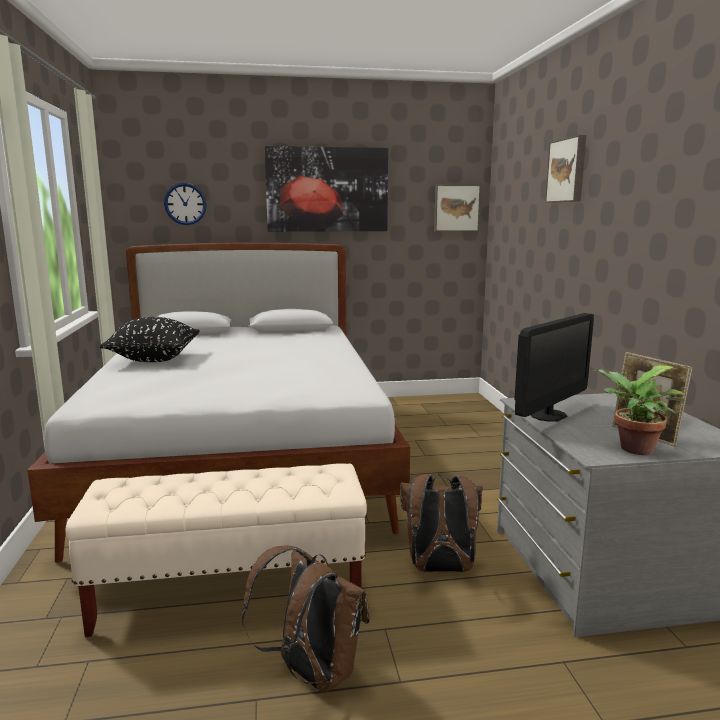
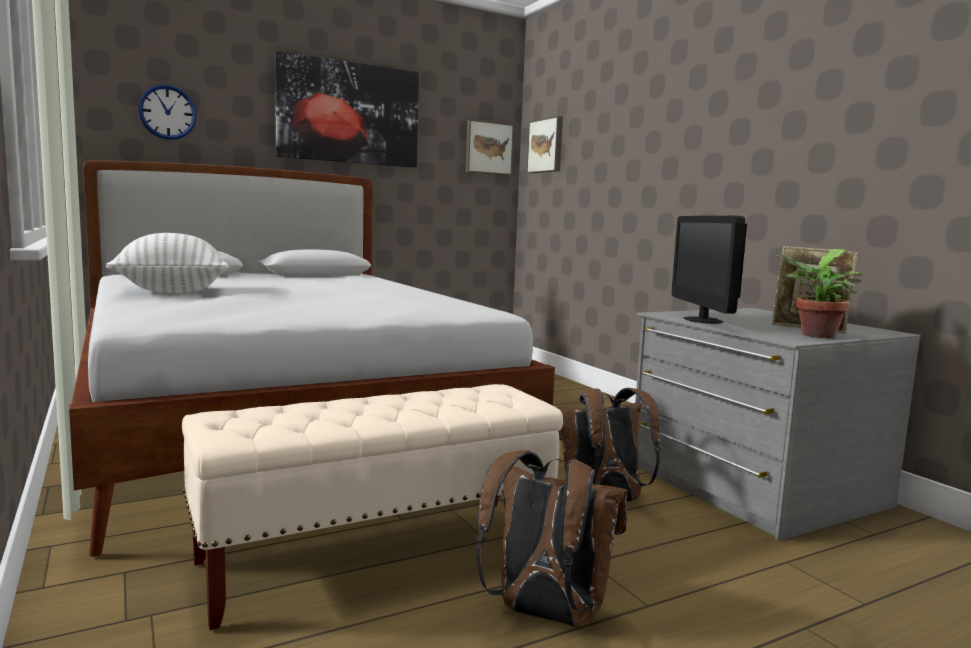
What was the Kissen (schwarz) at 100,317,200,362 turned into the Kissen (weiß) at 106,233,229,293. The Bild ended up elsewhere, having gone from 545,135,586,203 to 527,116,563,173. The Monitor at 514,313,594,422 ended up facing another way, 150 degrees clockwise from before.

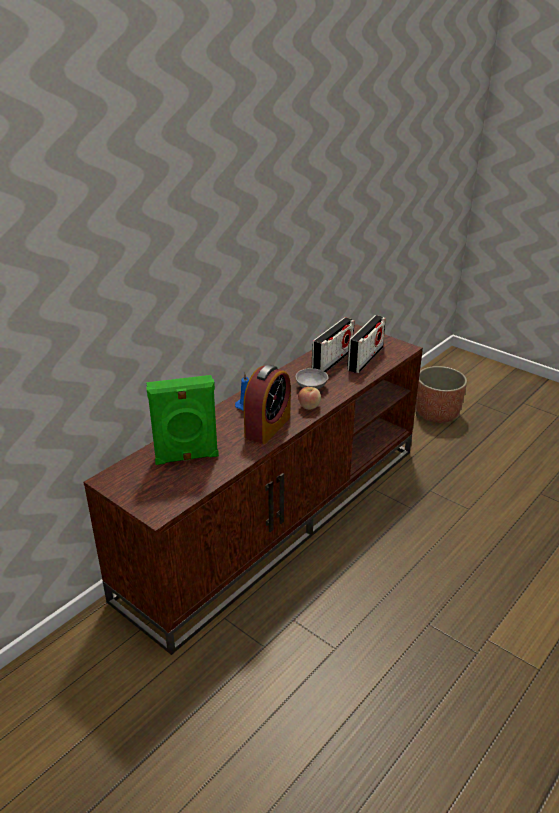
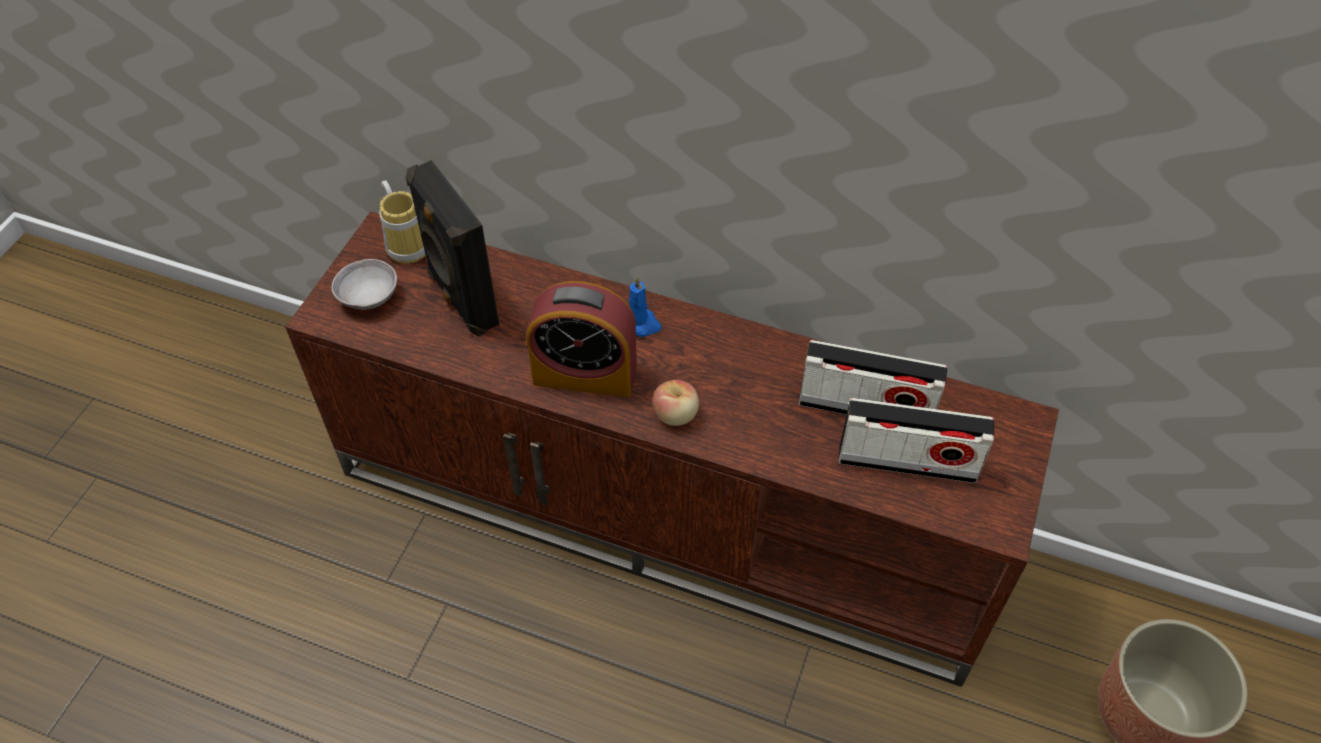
The Schüssel (grau) ended up elsewhere, having gone from 296,368,328,389 to 331,259,397,310. The second view gained the Henkelbecher at 379,180,426,263. What was the Lautsprecher (grün) at 146,375,219,465 turned into the Lautsprecher (schwarz) at 406,160,499,337.

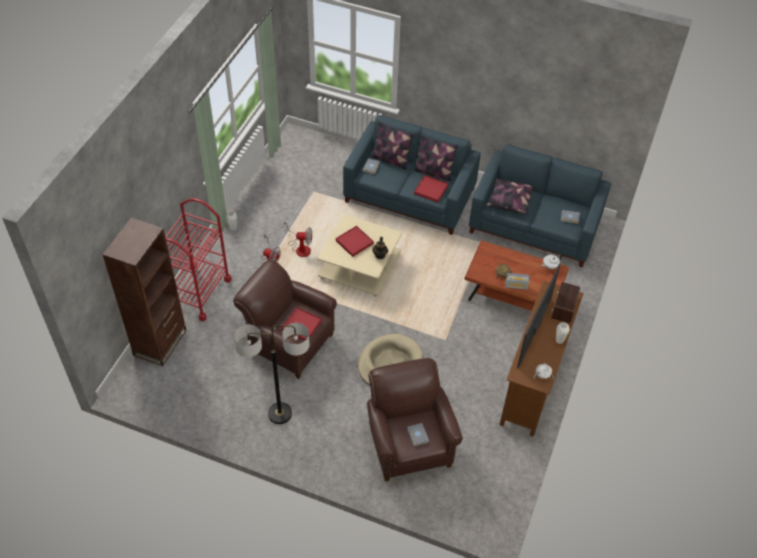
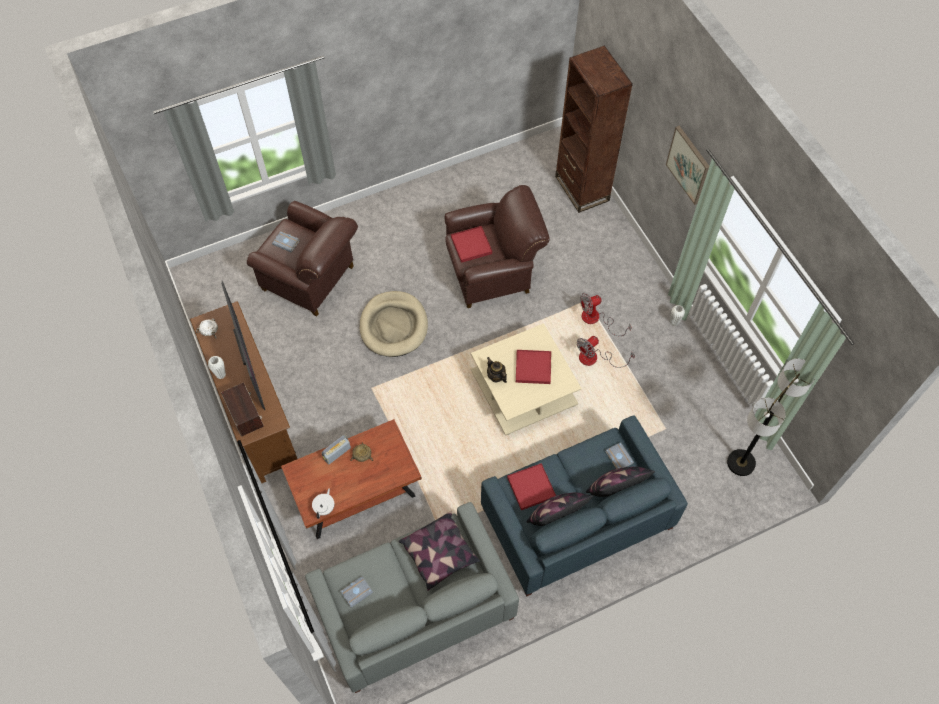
What was the Sofa (blau) at 469,144,611,267 turned into the Sofa (grau) at 305,502,519,693. The second view gained the Bild at 666,126,709,205. The Stehlampe ended up elsewhere, having gone from 234,323,310,424 to 727,359,815,476. The second view lost the Rollwagen (rot) at 166,198,232,321.

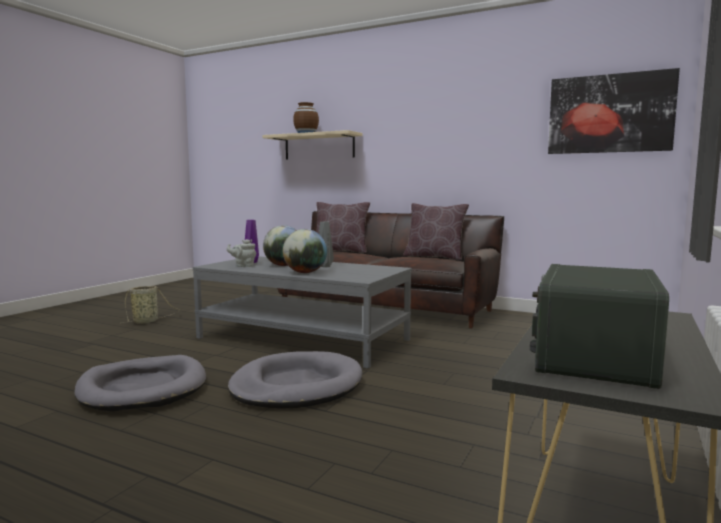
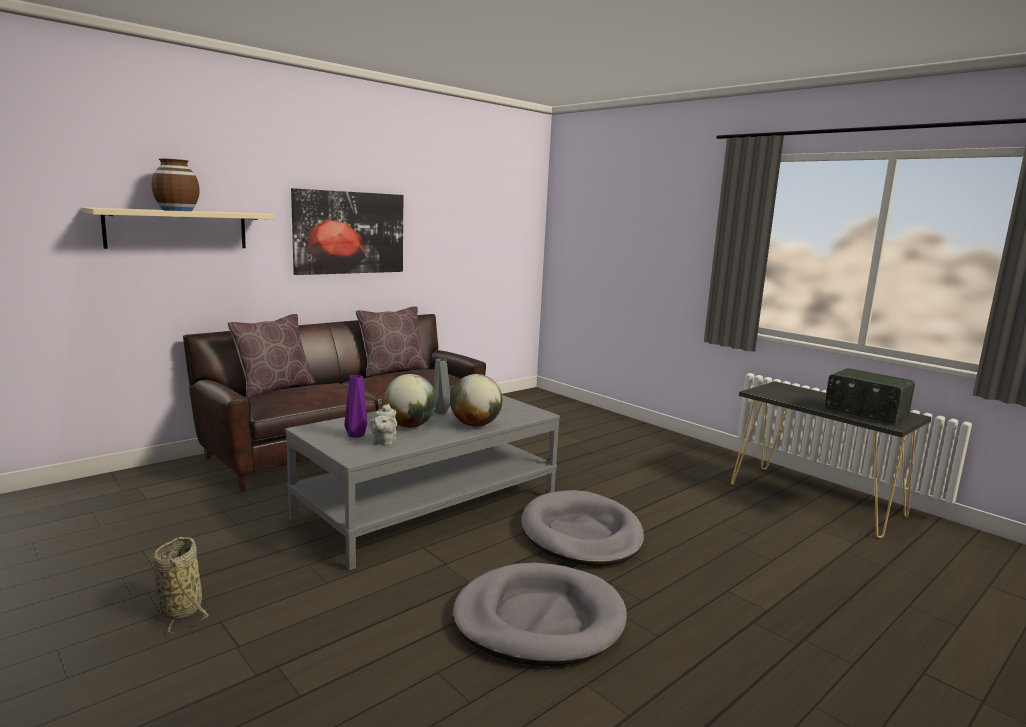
The Bild ended up elsewhere, having gone from 548,68,680,154 to 291,188,403,275.

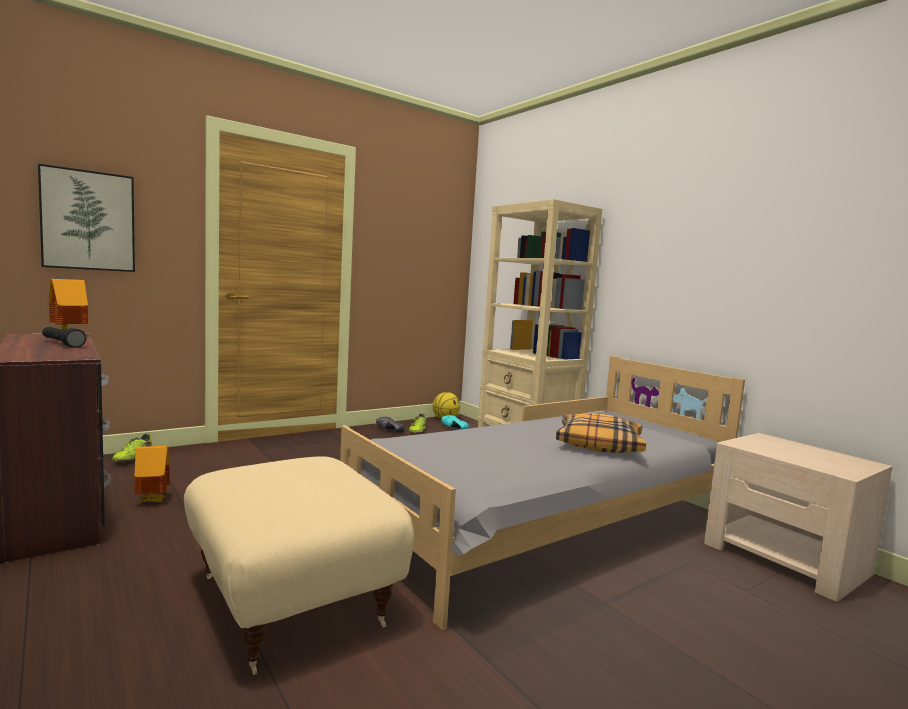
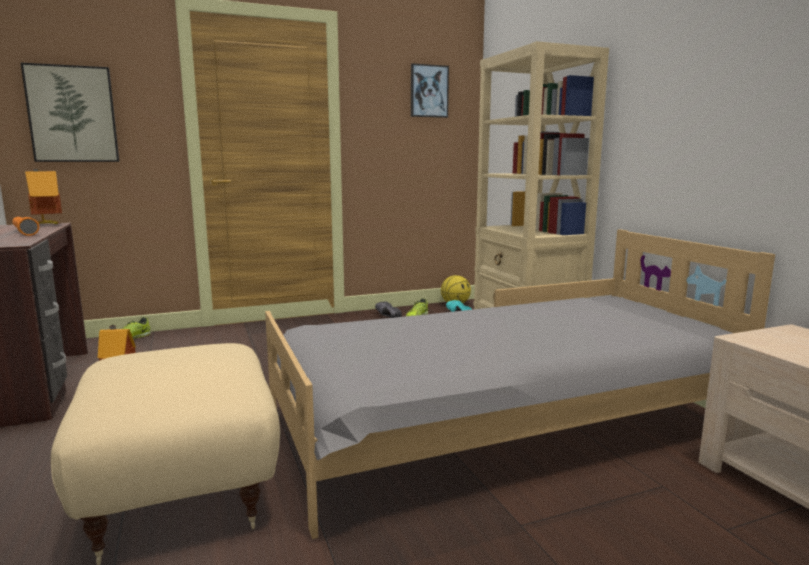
What was the Taschenlampe (schwarz) at 42,327,86,348 turned into the Taschenlampe (orange) at 12,217,39,236. The second view gained the Bild at 411,63,449,118. The second view lost the Kissen at 556,413,646,453.

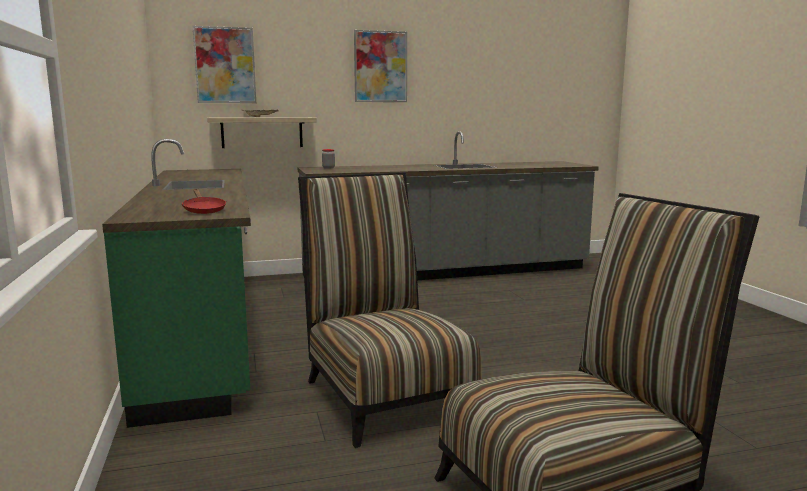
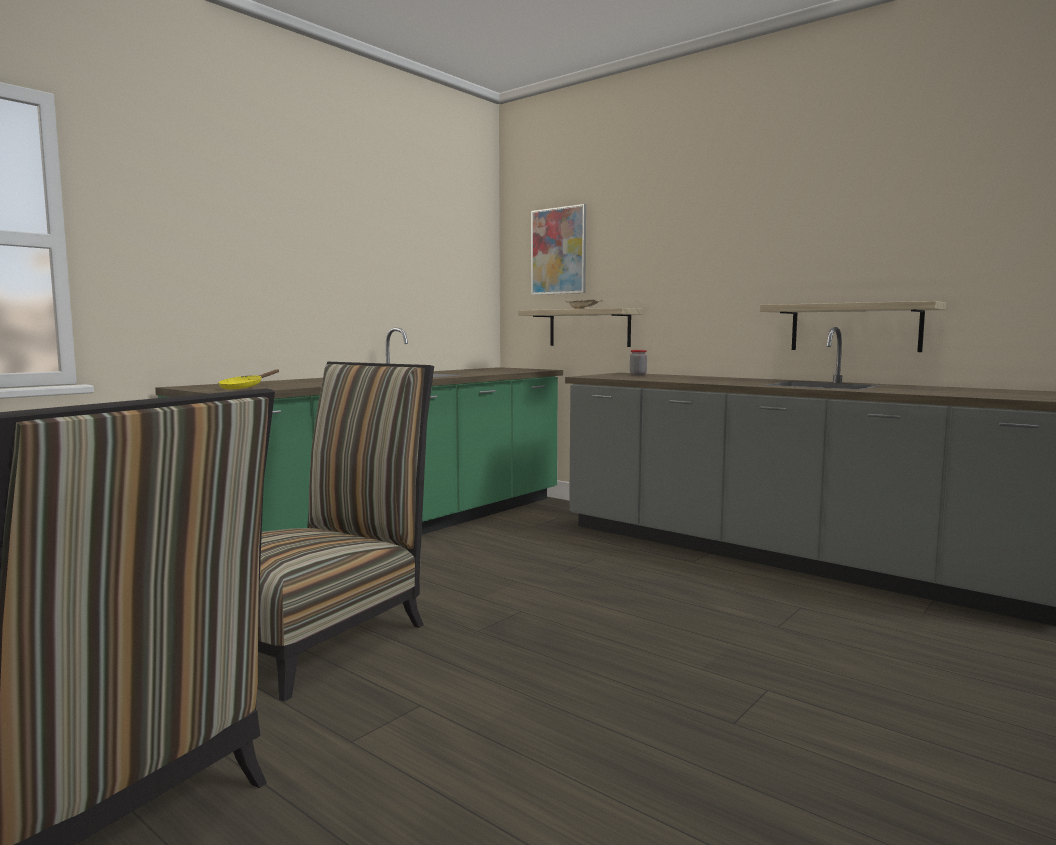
What was the Pfanne (rot) at 182,189,226,214 turned into the Pfanne (gelb) at 218,369,279,389. The second view gained the Wandregal at 760,301,946,352. The second view lost the Bild at 354,30,407,102.

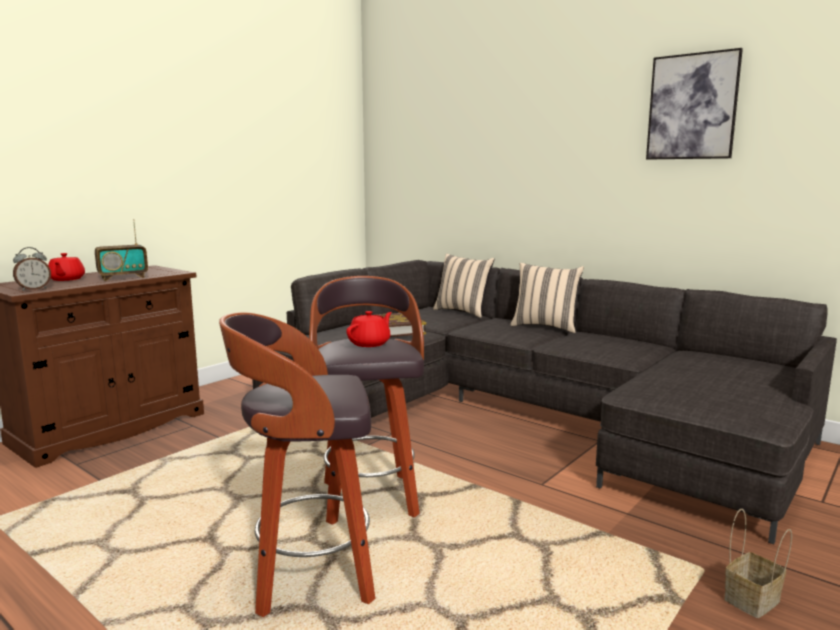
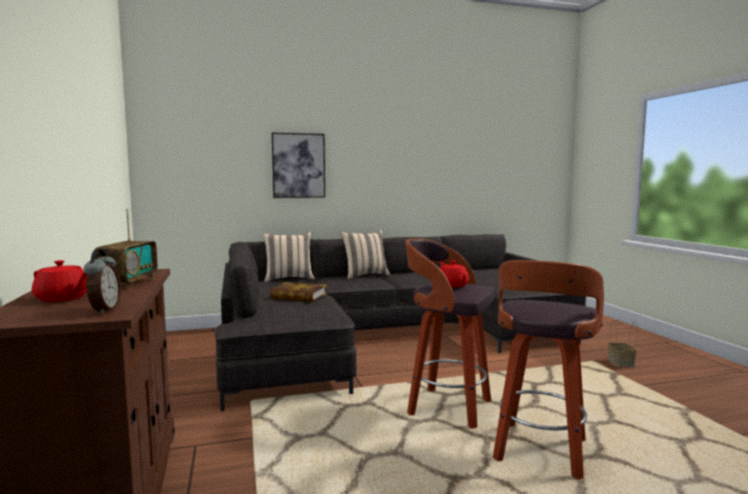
The Bild ended up elsewhere, having gone from 646,48,743,160 to 272,133,325,198.

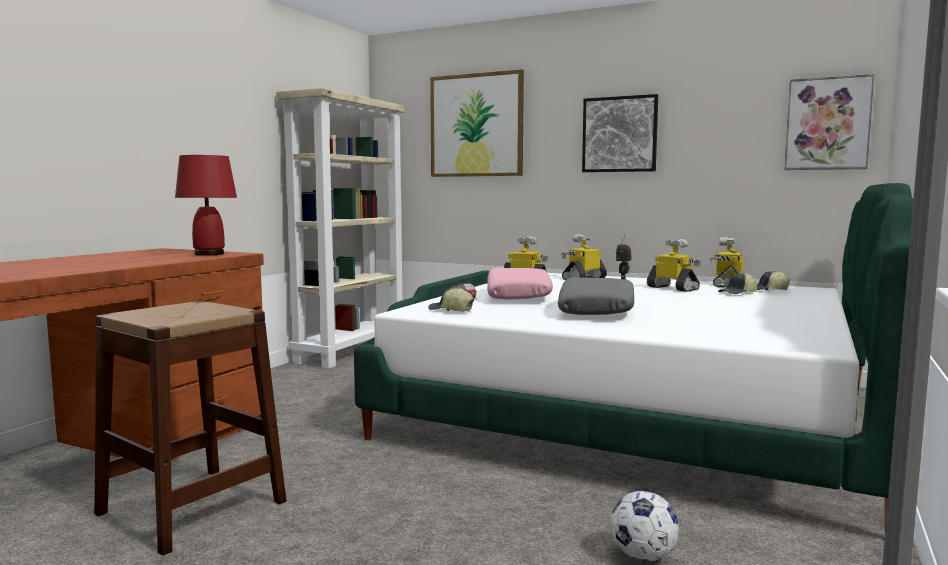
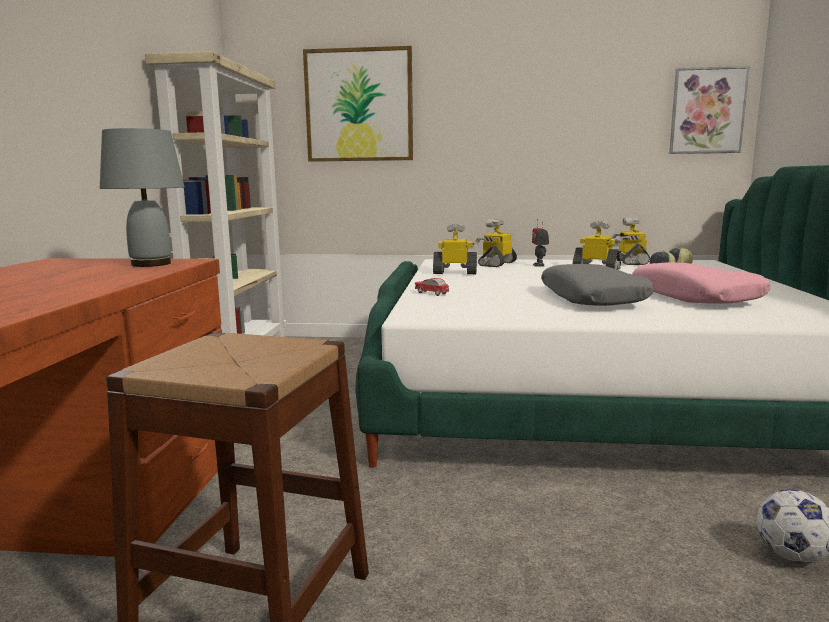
What was the Tischlampe (rot) at 175,155,237,256 turned into the Tischlampe (grau) at 100,128,185,267. The Kissen (rosa) ended up elsewhere, having gone from 487,268,553,299 to 632,262,771,304. The second view lost the Kappe at 428,287,474,312. The second view lost the Bild at 582,94,658,172.

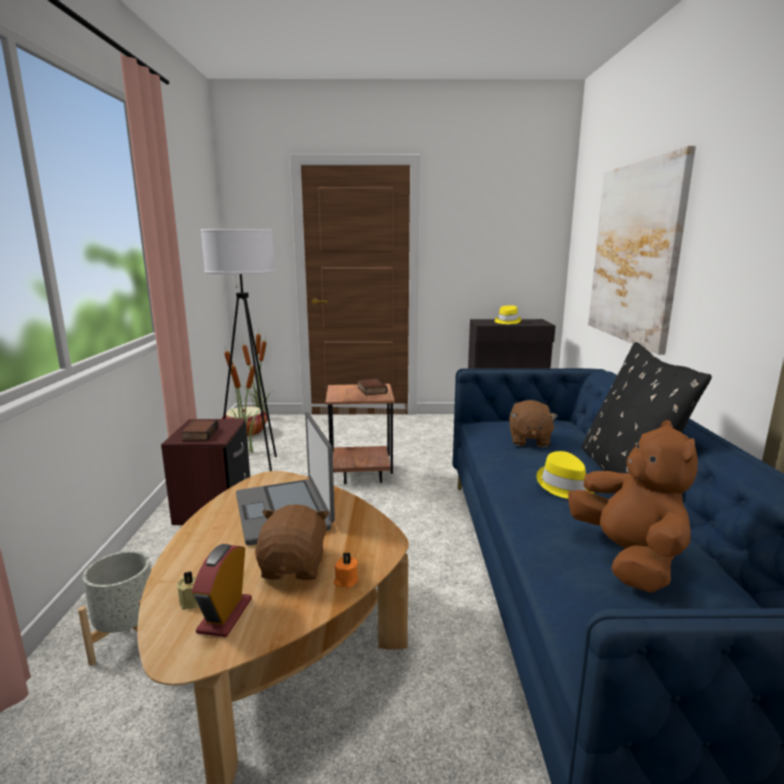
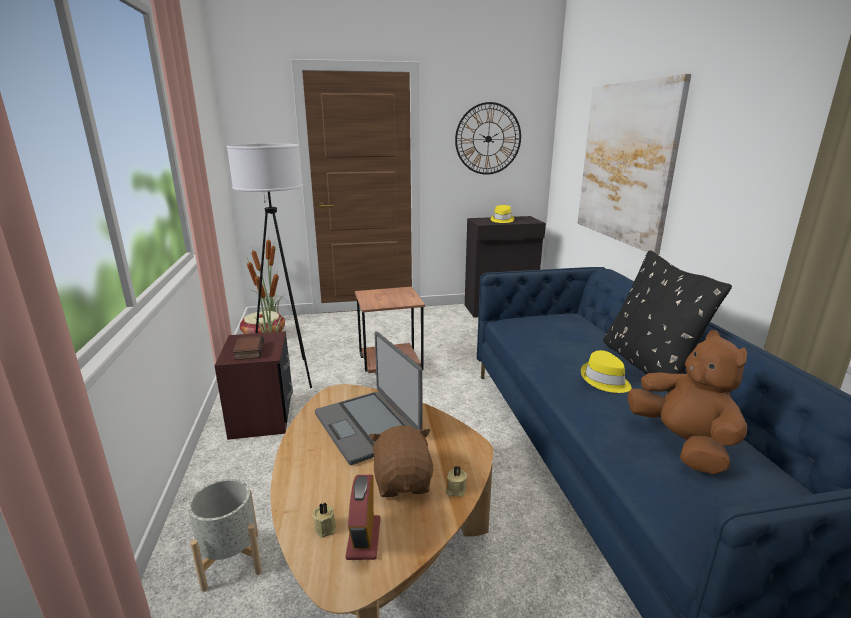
What was the Kerze (orange) at 334,553,358,588 turned into the Kerze (beige) at 445,466,467,497. The second view gained the Wanduhr at 455,102,521,175. The second view lost the Buch at 357,379,388,395. The second view lost the Plüschtier (braun) at 509,400,558,447.

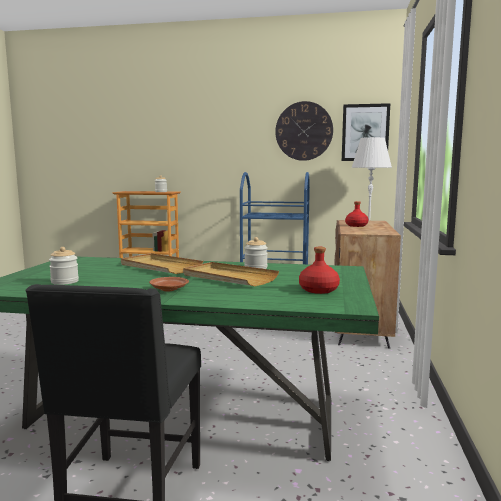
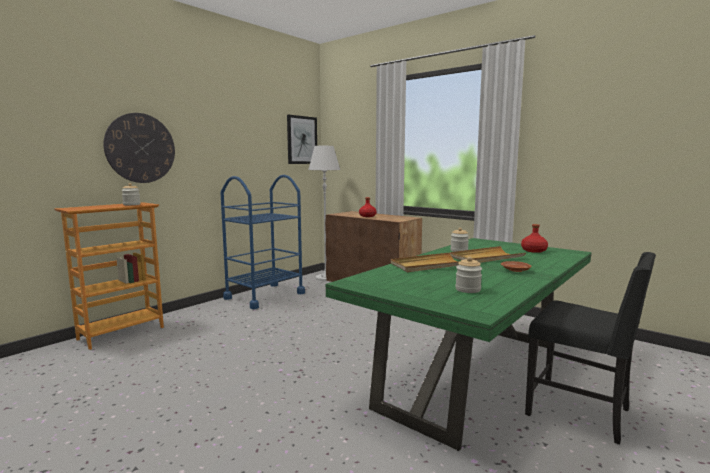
The Wanduhr ended up elsewhere, having gone from 275,101,333,161 to 104,113,175,183.

